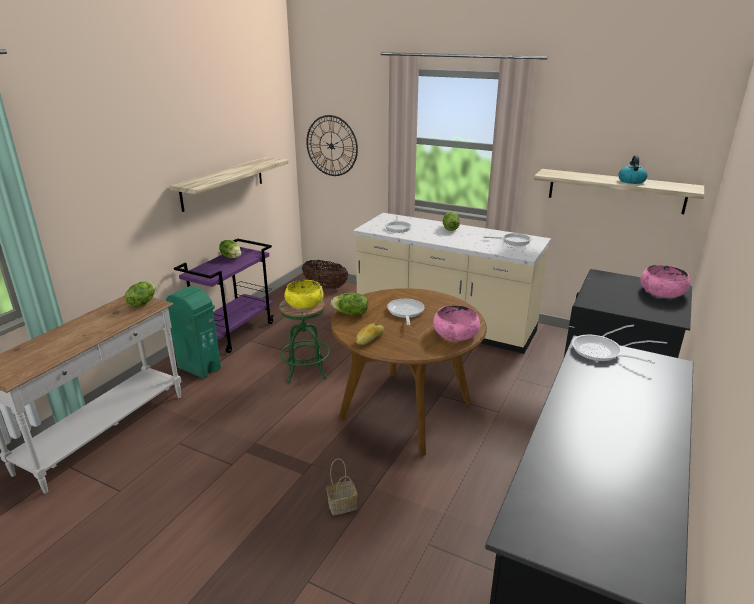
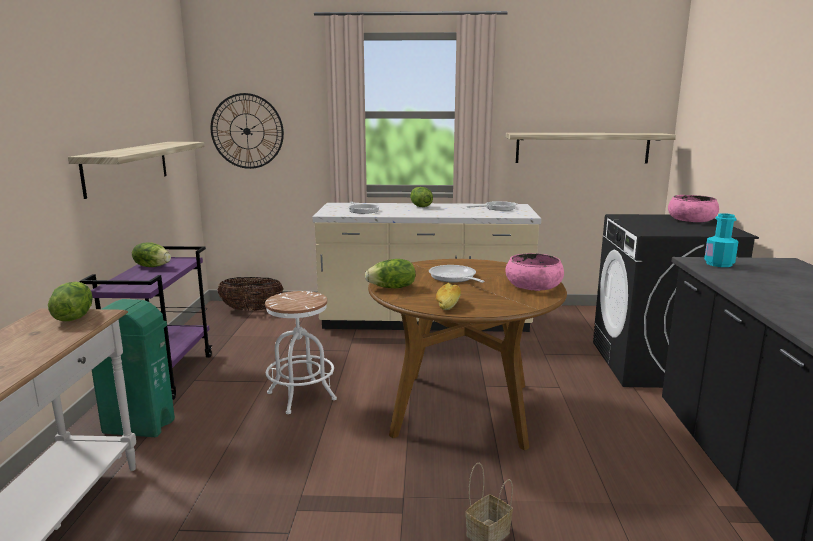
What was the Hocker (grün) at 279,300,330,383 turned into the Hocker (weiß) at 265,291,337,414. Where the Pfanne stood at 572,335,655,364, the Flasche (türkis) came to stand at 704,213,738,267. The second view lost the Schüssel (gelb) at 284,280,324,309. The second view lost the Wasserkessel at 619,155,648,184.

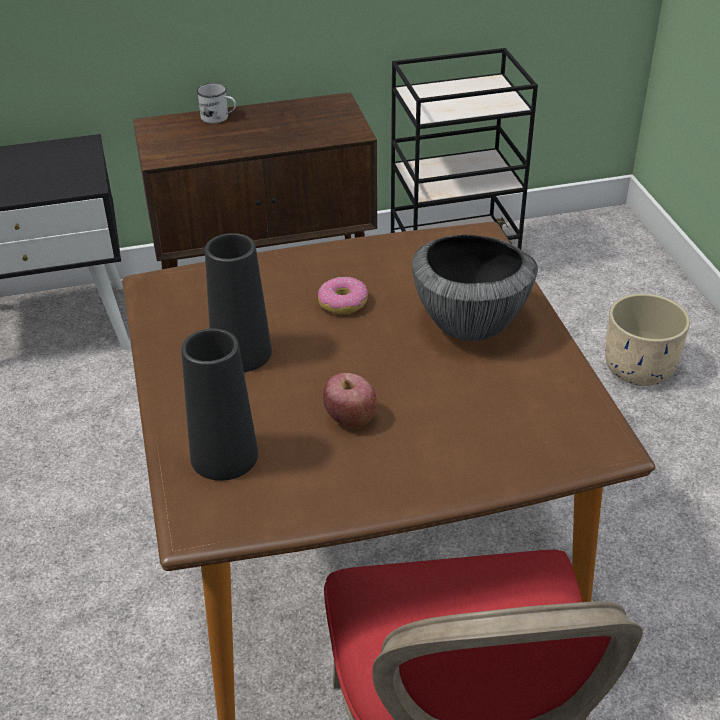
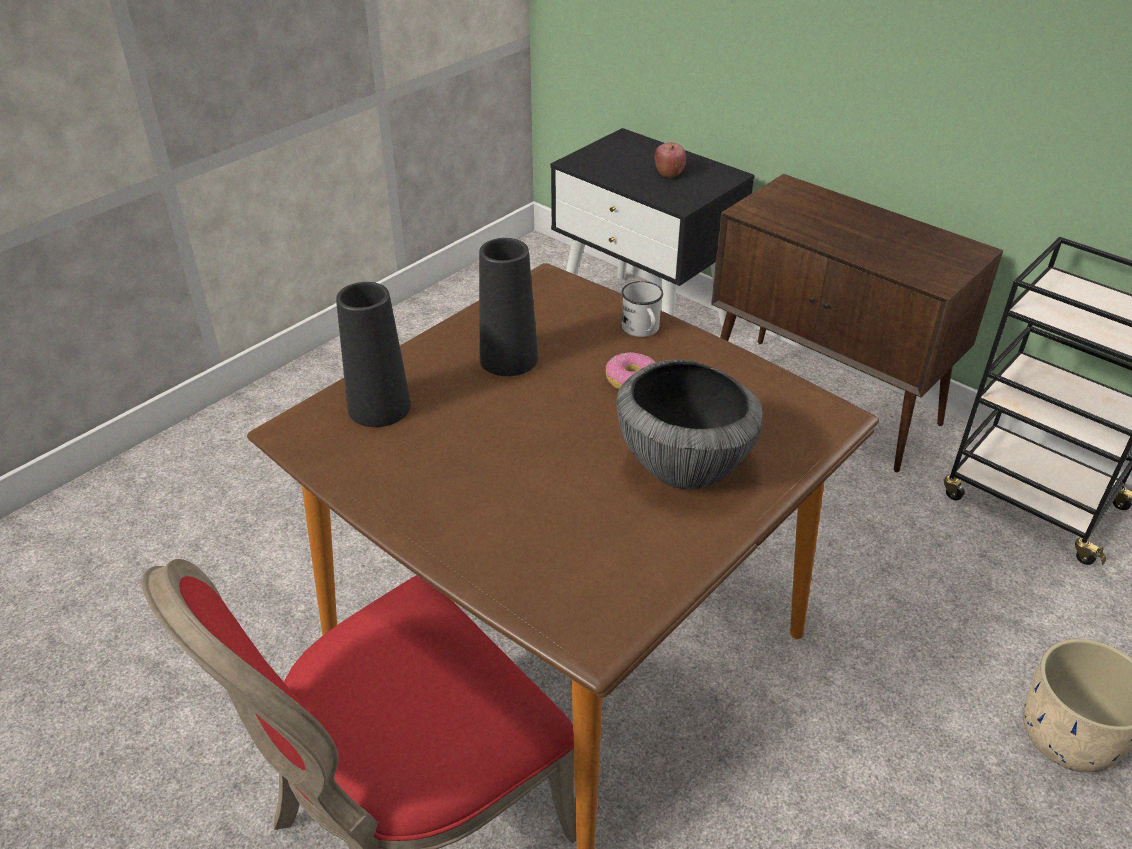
The Henkelbecher (weiß) ended up elsewhere, having gone from 196,83,236,123 to 621,281,663,337. The Apfel ended up elsewhere, having gone from 323,373,377,428 to 654,142,686,178.

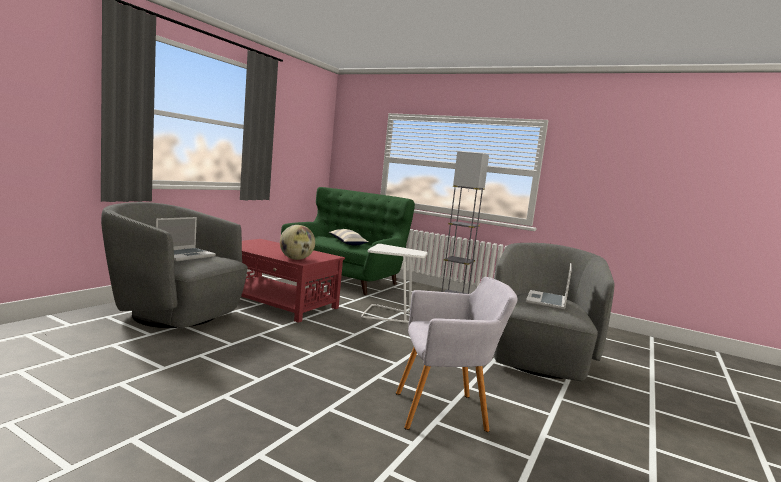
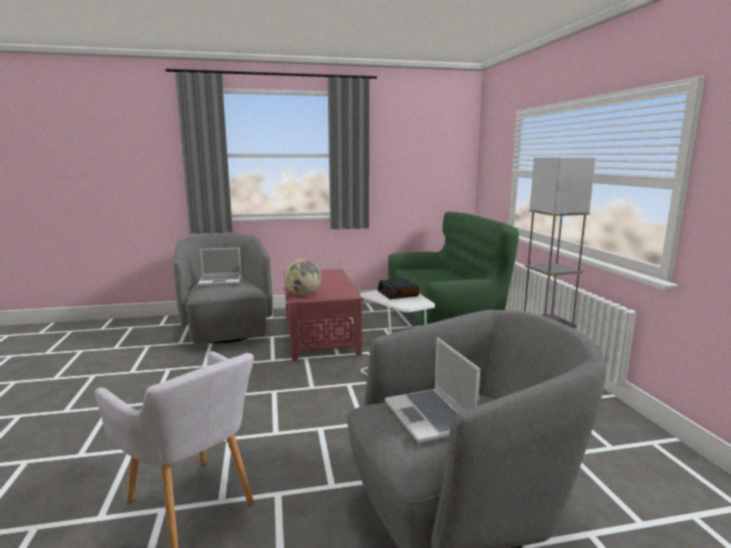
The second view gained the Wecker at 377,278,419,299. The Laptop at 526,263,572,310 ended up facing another way, 90 degrees counterclockwise from before. The second view lost the Kissen at 329,229,368,246.

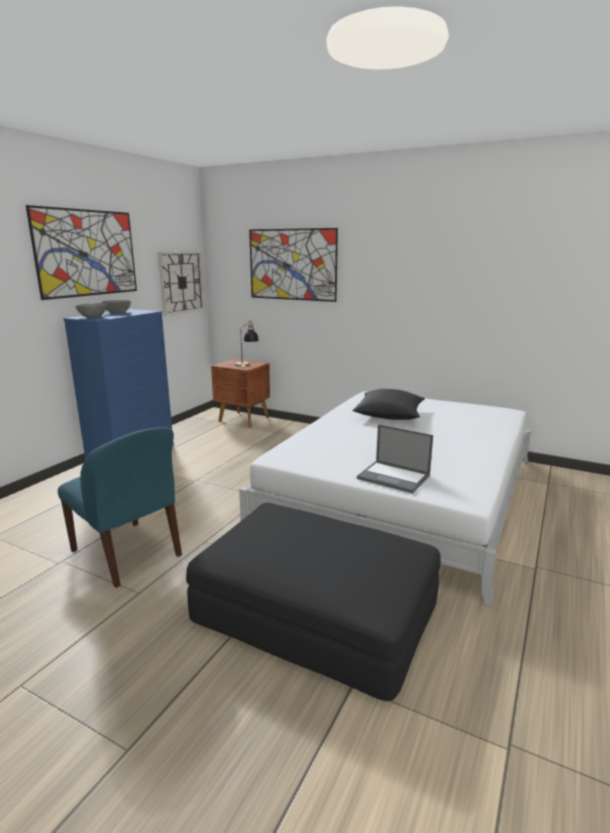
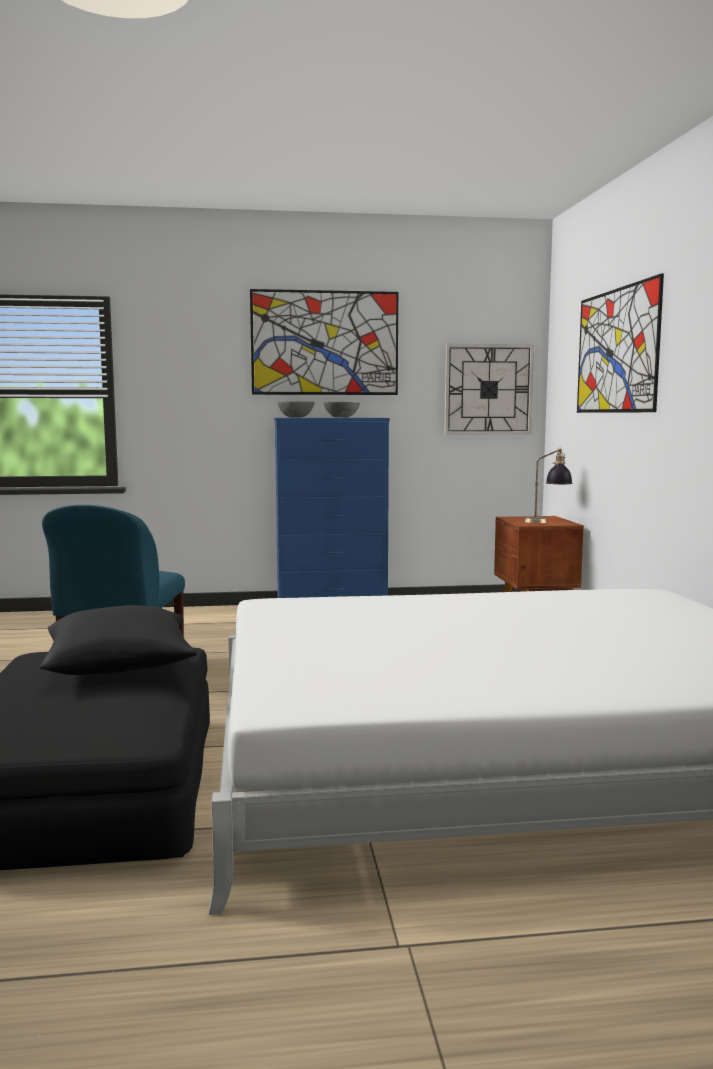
The Kissen (schwarz) ended up elsewhere, having gone from 352,389,425,420 to 39,605,197,675. The second view lost the Laptop at 357,424,433,493.

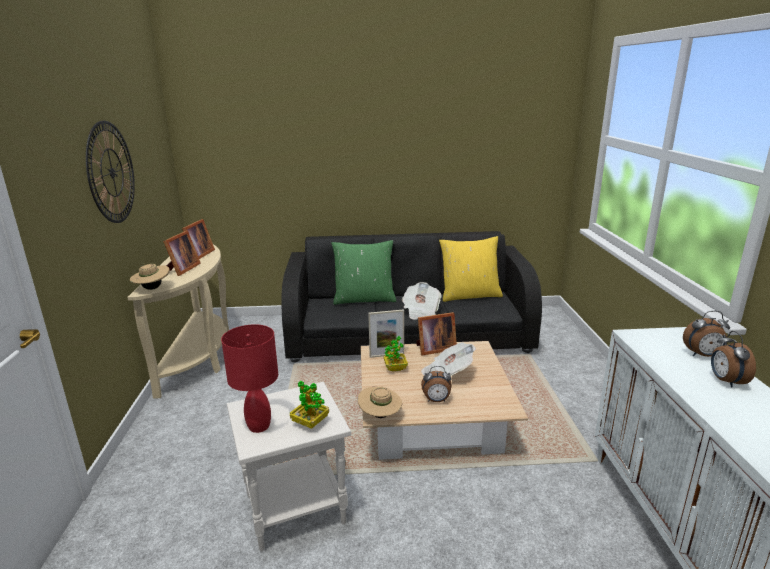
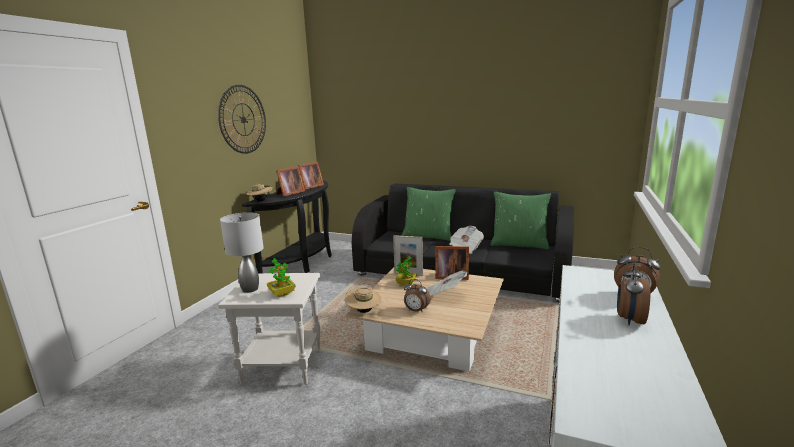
What was the Tischlampe (rot) at 221,325,278,433 turned into the Tischlampe (grau) at 220,212,264,293. What was the Konsolentisch (beige) at 127,245,229,399 turned into the Konsolentisch (schwarz) at 242,180,332,273. What was the Kissen (gelb) at 439,236,503,302 turned into the Kissen (grün) at 491,192,551,250.

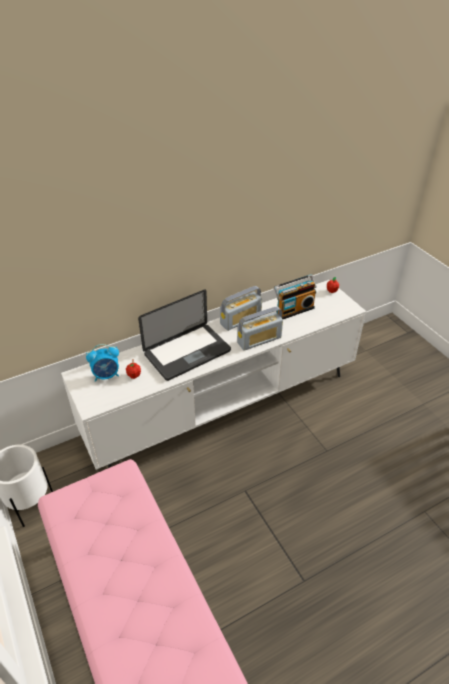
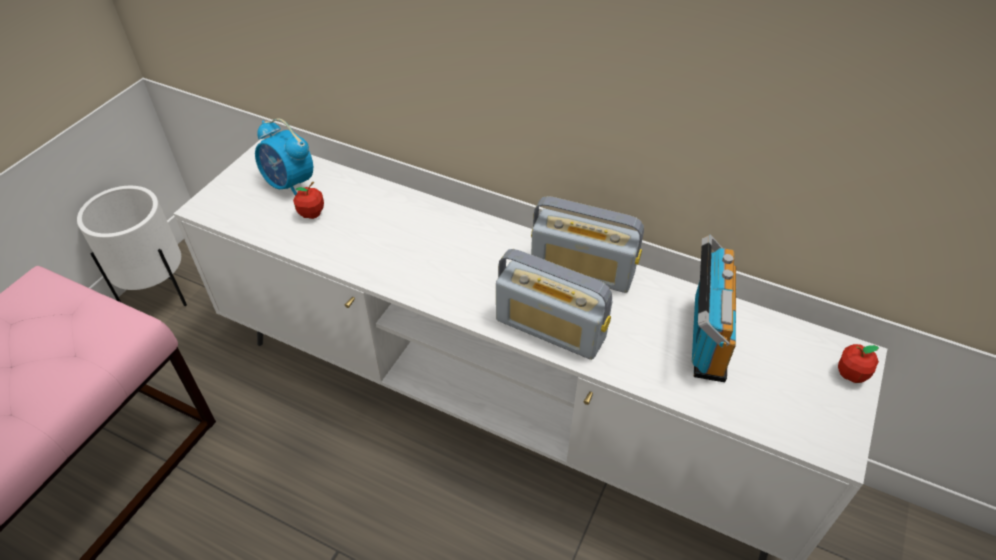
The Radio at 274,274,317,319 ended up facing another way, 105 degrees counterclockwise from before. The second view lost the Laptop at 138,290,231,381.

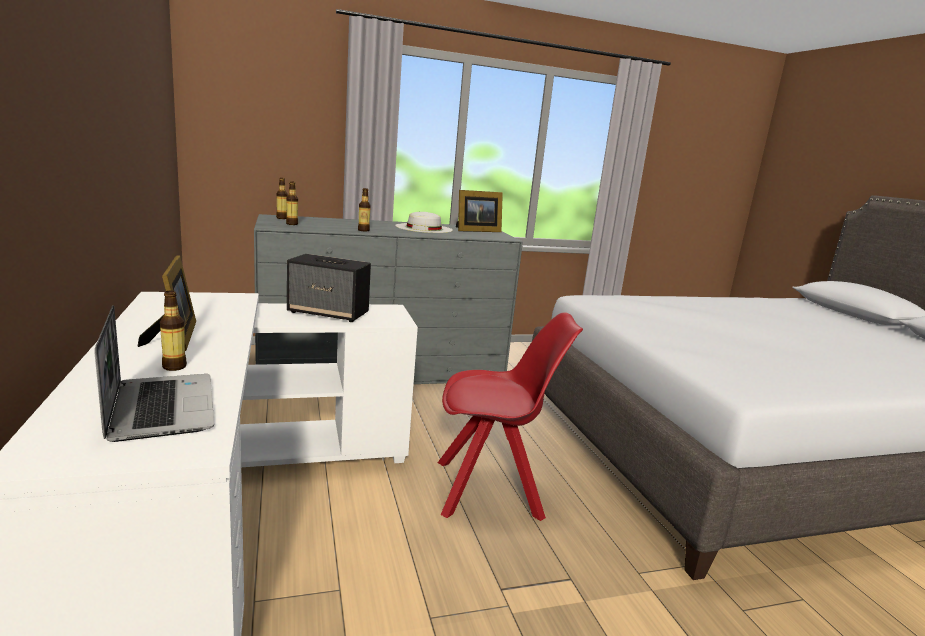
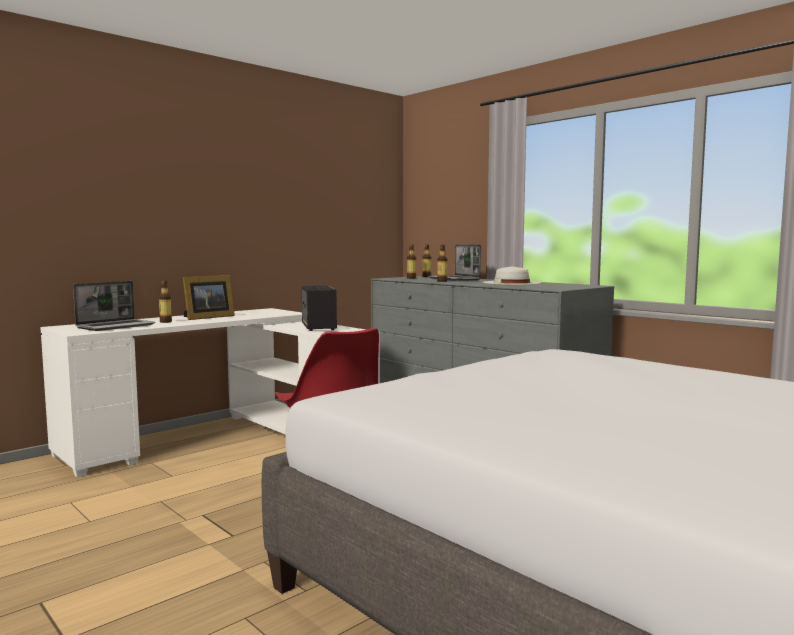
The second view gained the Laptop at 428,244,481,281. The second view lost the Bilderrahmen at 456,190,503,232.

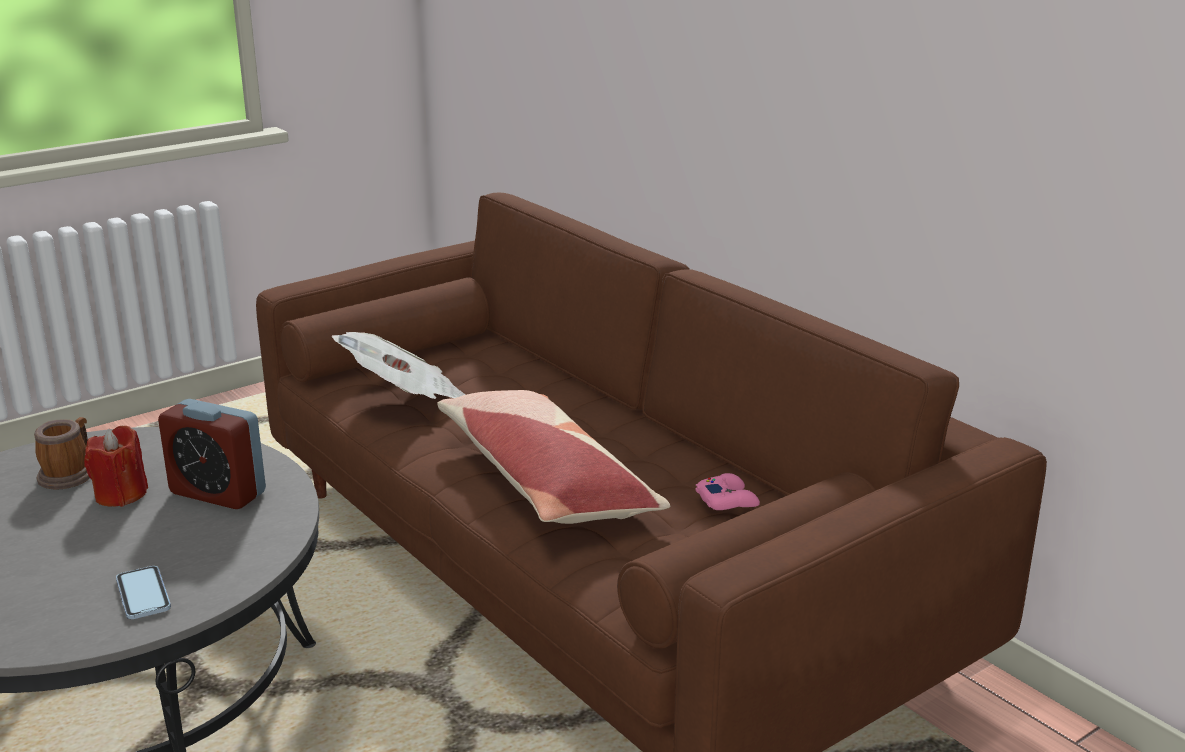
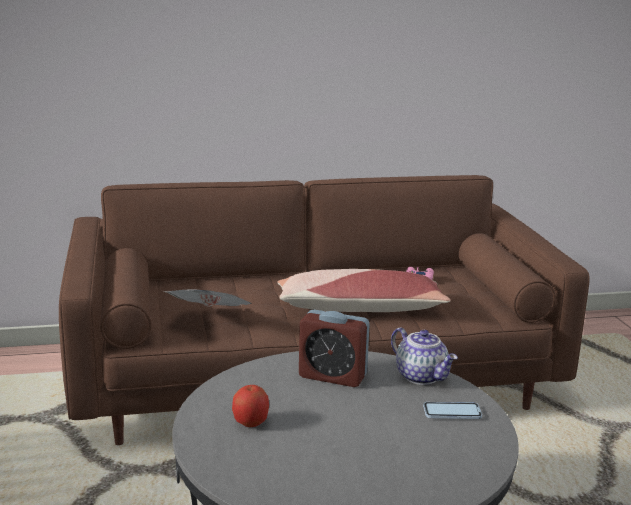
Where the Henkelbecher stood at 34,417,90,490, the Apfel came to stand at 232,385,269,427. The Wecker at 158,399,266,509 ended up facing another way, 60 degrees clockwise from before. The second view gained the Teekanne at 391,328,458,385. The second view lost the Kerze (rot) at 84,426,148,507.

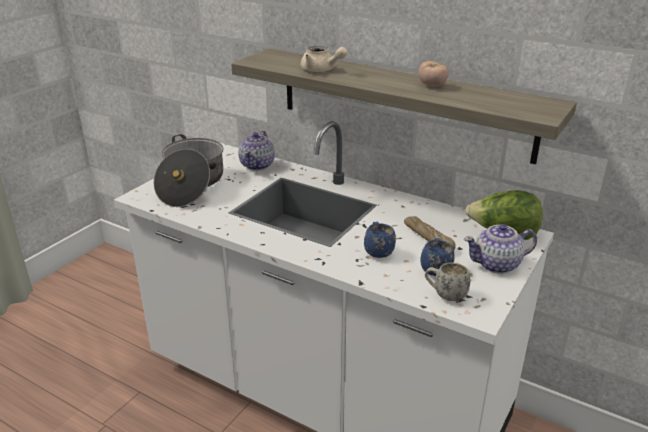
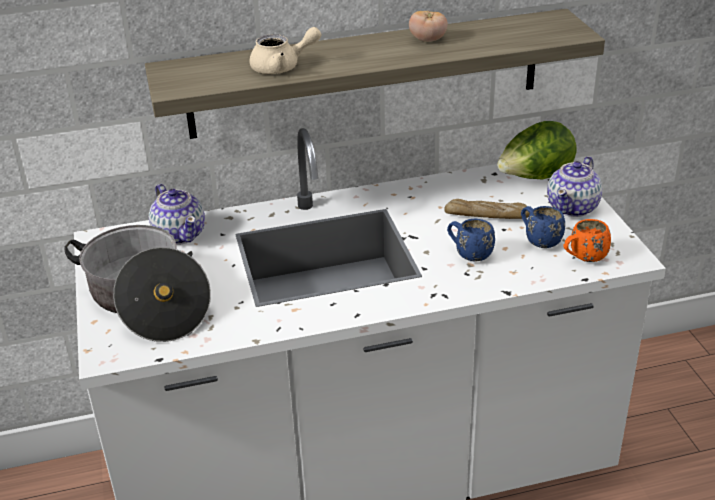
What was the Henkelbecher (weiß) at 425,263,470,301 turned into the Henkelbecher (orange) at 563,219,611,262.

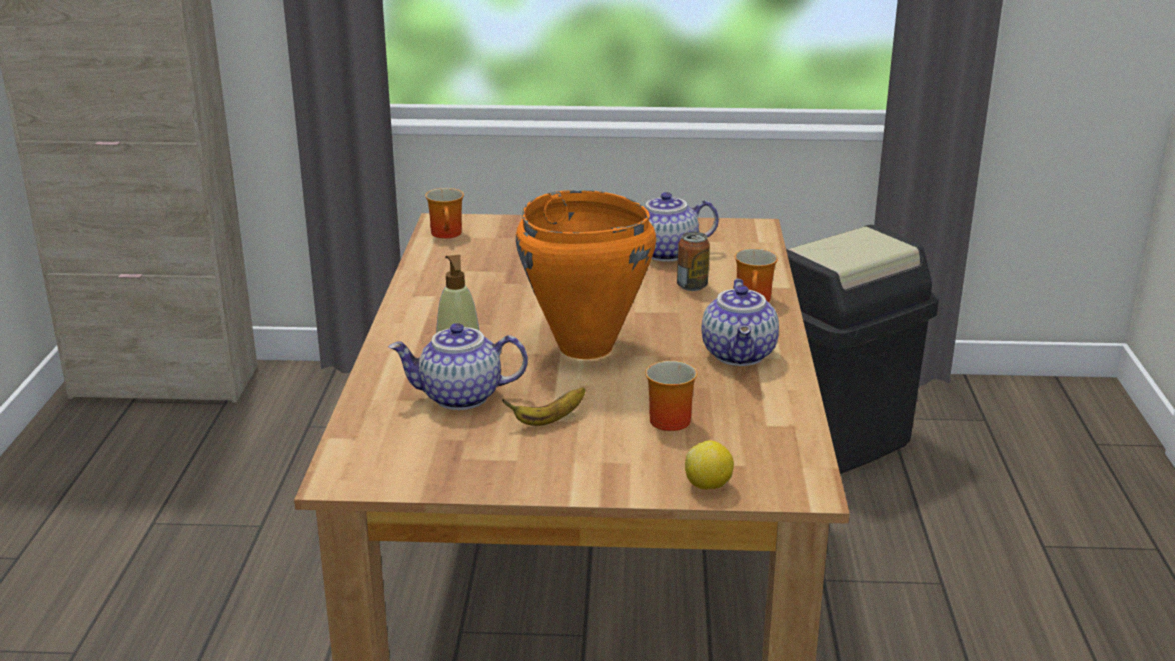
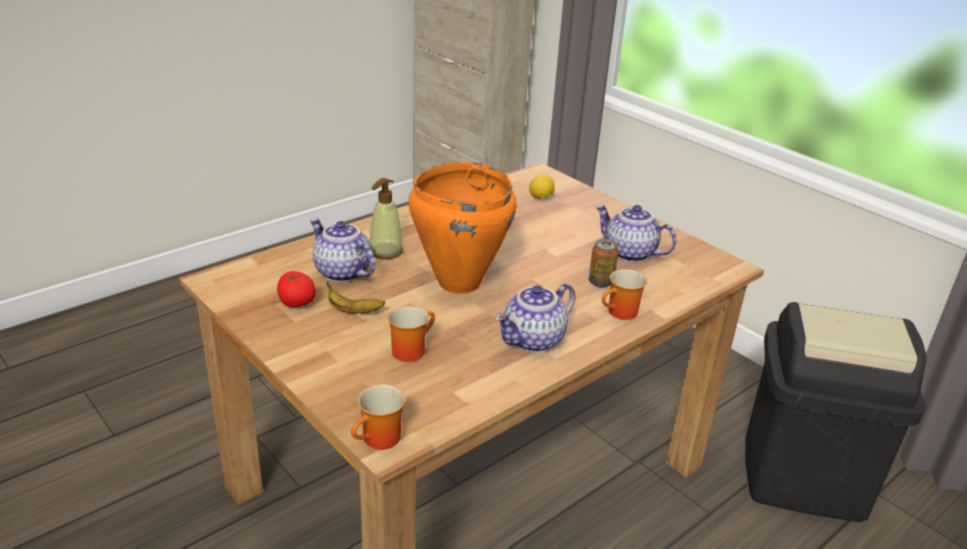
The second view gained the Tomate at 277,271,316,307. The Henkelbecher ended up elsewhere, having gone from 425,188,464,239 to 351,384,405,450. The Zitrone ended up elsewhere, having gone from 685,440,734,490 to 529,174,555,199.

